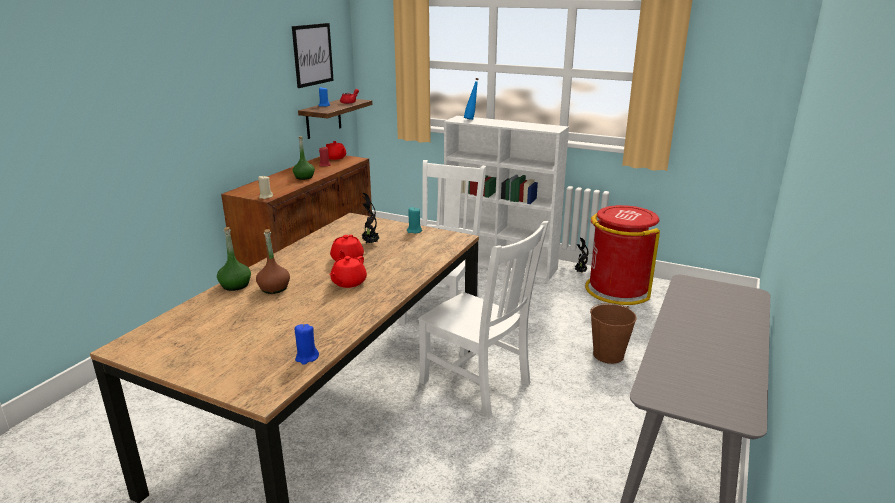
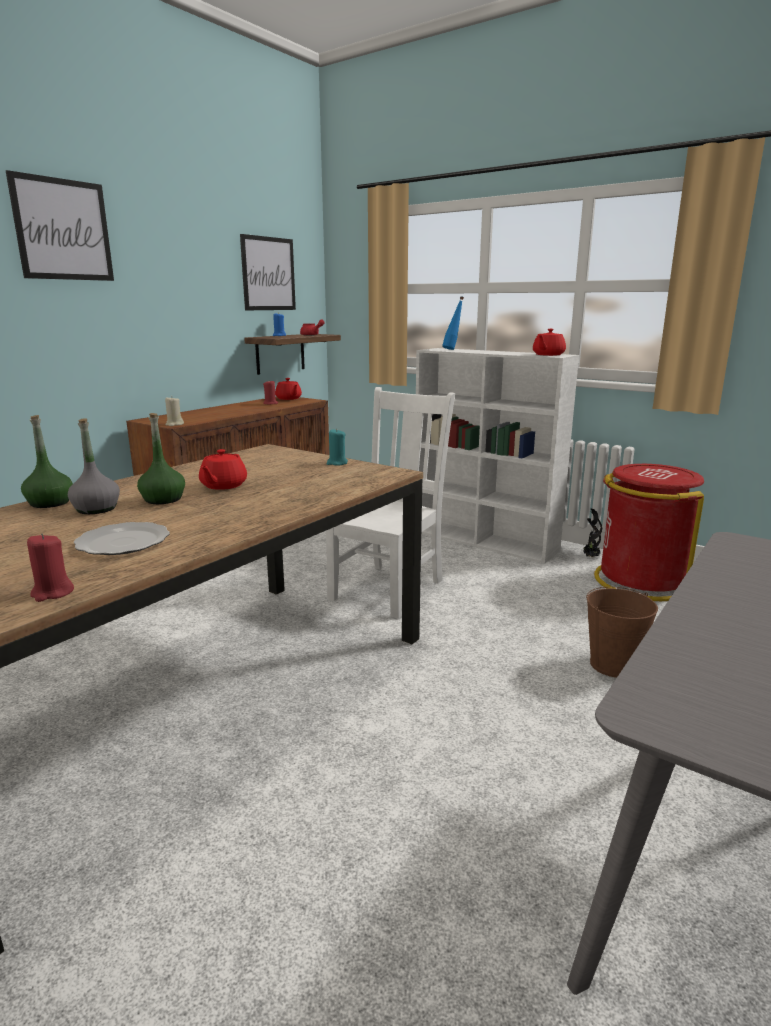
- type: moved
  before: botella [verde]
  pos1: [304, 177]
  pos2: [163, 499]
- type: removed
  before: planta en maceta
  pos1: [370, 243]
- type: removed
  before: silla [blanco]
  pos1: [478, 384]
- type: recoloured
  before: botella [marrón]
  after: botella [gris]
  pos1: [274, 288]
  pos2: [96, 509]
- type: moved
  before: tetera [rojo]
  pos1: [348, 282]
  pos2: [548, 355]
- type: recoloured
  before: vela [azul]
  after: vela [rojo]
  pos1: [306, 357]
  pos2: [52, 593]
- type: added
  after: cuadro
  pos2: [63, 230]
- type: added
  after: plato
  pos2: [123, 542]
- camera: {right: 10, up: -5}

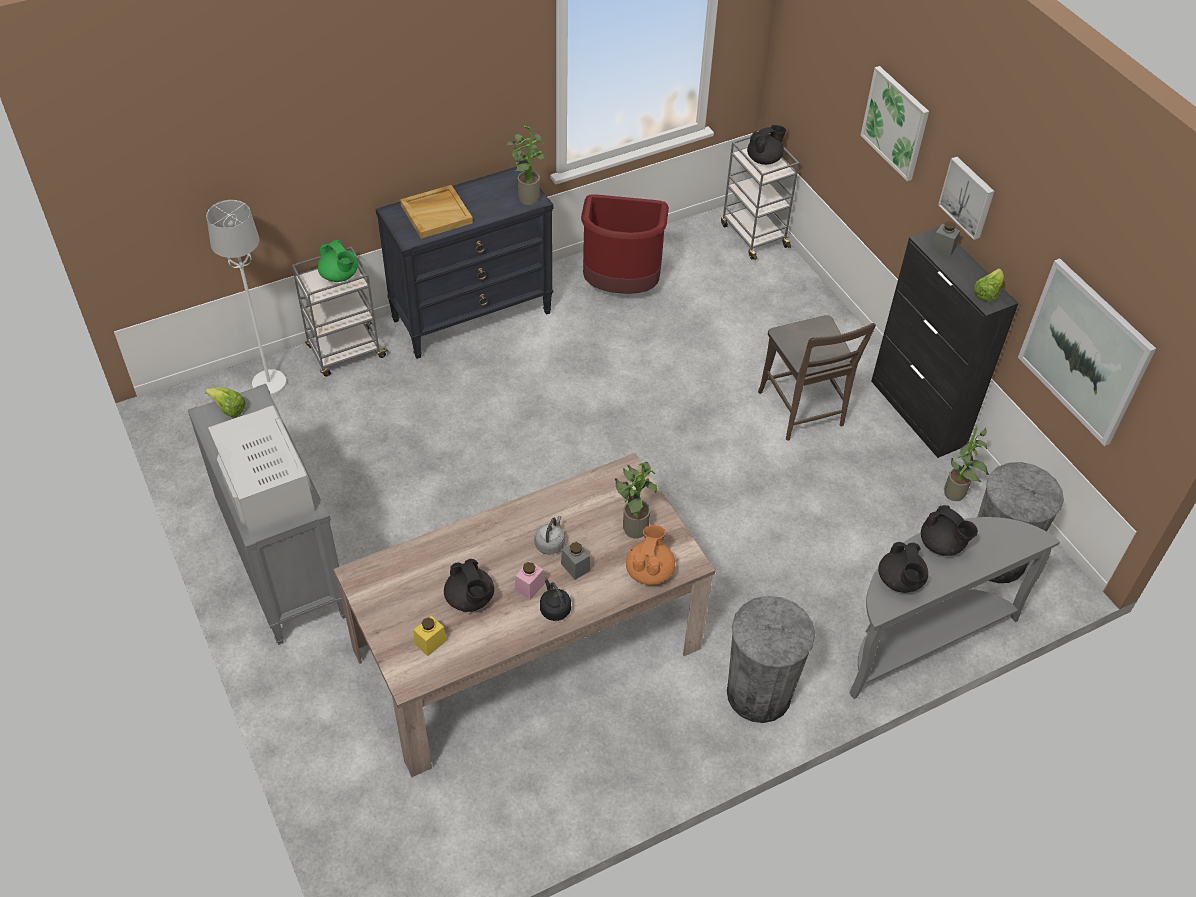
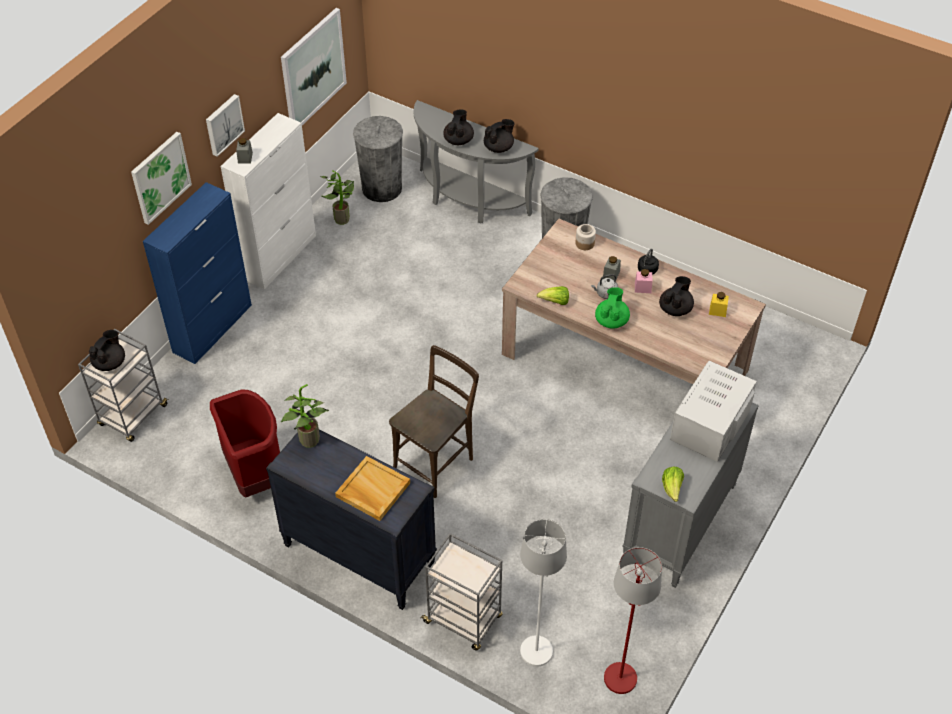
- type: turned
  before: tetera [negro]
  pos1: [764, 159]
  pos2: [110, 363]
  turn: 90
- type: recoloured
  before: armario [negro]
  after: armario [blanco]
  pos1: [918, 413]
  pos2: [280, 256]
- type: moved
  before: tetera [verde]
  pos1: [340, 276]
  pos2: [611, 320]
- type: moved
  before: lechuga
  pos1: [987, 293]
  pos2: [555, 302]
- type: moved
  before: silla [marrón]
  pos1: [802, 412]
  pos2: [436, 461]
- type: removed
  before: planta en maceta
  pos1: [632, 526]
- type: replaced
  before: tetera [naranja]
  after: tarro
  pos1: [649, 571]
  pos2: [584, 243]
- type: added
  after: armario [azul]
  pos2: [213, 328]
- type: added
  after: lámpara de pie [rojo]
  pos2: [620, 678]
- camera: {right: -120, up: 0}

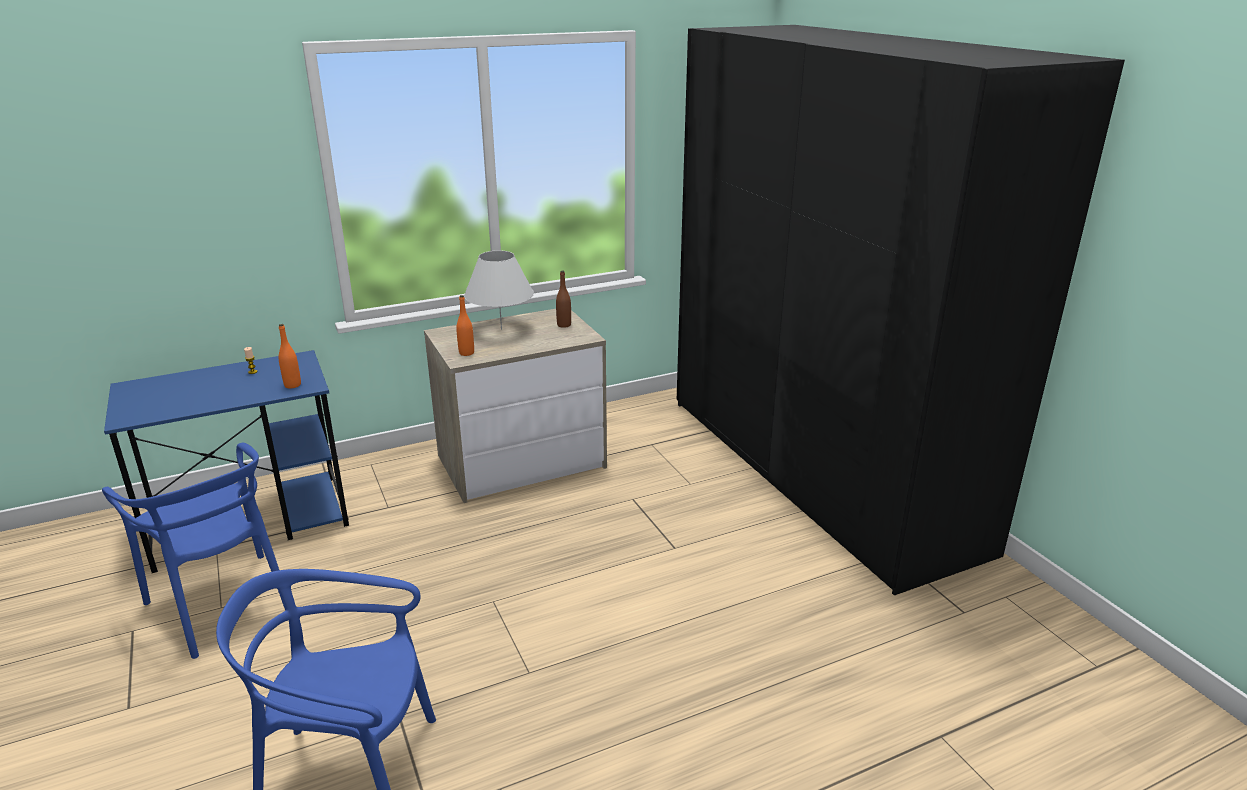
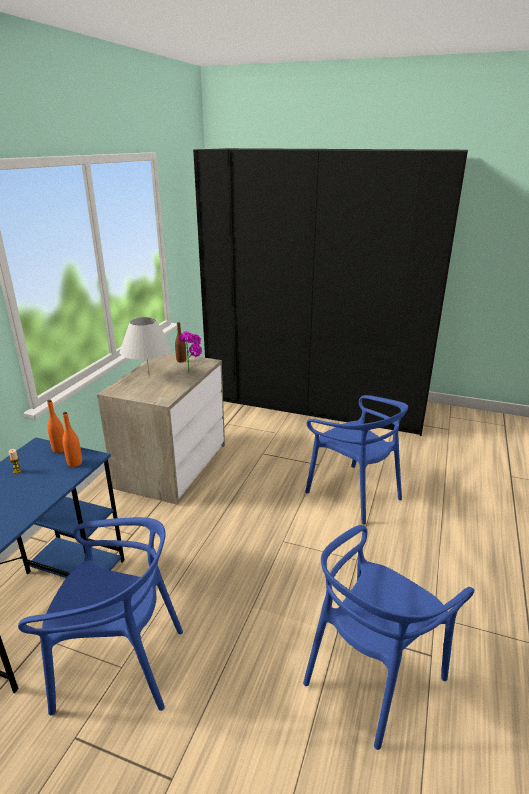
- type: moved
  before: botella [naranja]
  pos1: [466, 353]
  pos2: [59, 449]
- type: added
  after: planta en maceta
  pos2: [194, 371]
- type: added
  after: silla [azul]
  pos2: [354, 493]
- camera: {right: -45, up: 0}

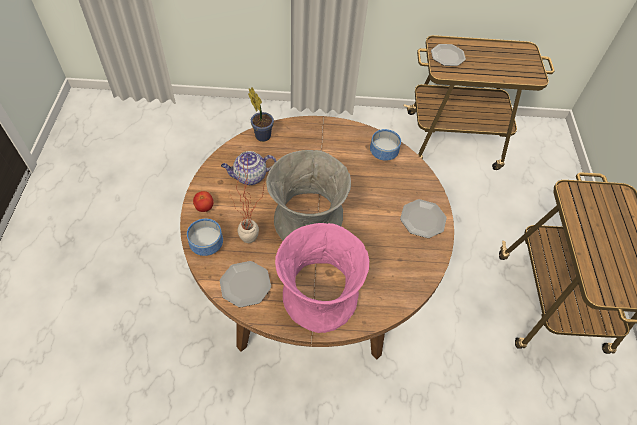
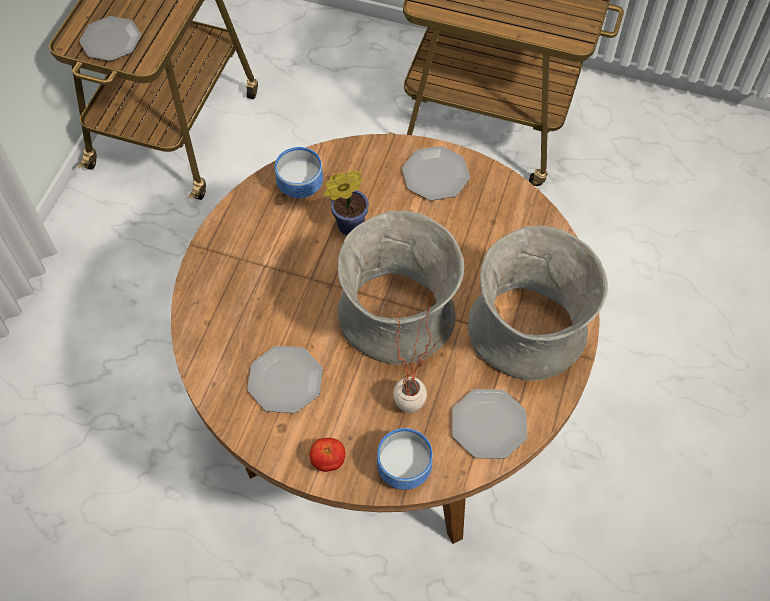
- type: moved
  before: planta en maceta
  pos1: [262, 135]
  pos2: [347, 227]
- type: replaced
  before: tetera
  after: plato
  pos1: [249, 177]
  pos2: [286, 381]
- type: recoloured
  before: florero [rosa]
  after: florero [gris]
  pos1: [319, 296]
  pos2: [528, 334]
- camera: {right: -70, up: 5}

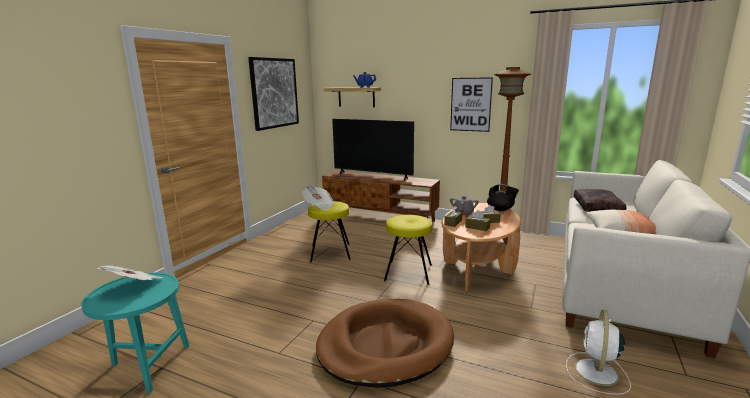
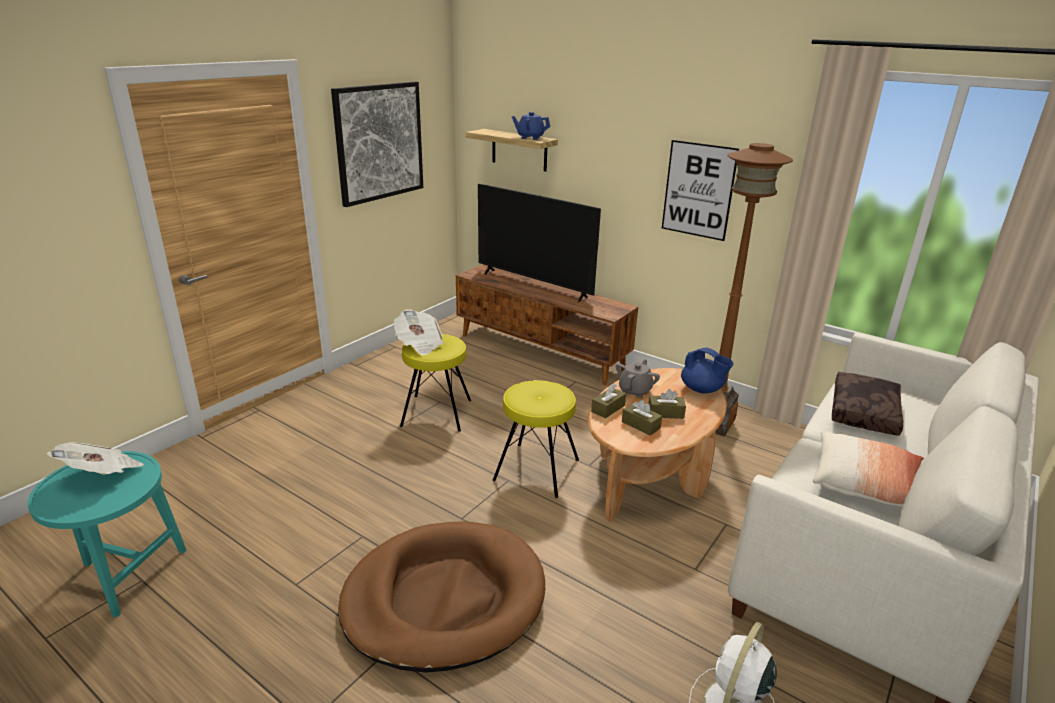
- type: recoloured
  before: tetera [negro]
  after: tetera [azul]
  pos1: [500, 210]
  pos2: [702, 389]
- camera: {right: 10, up: 10}

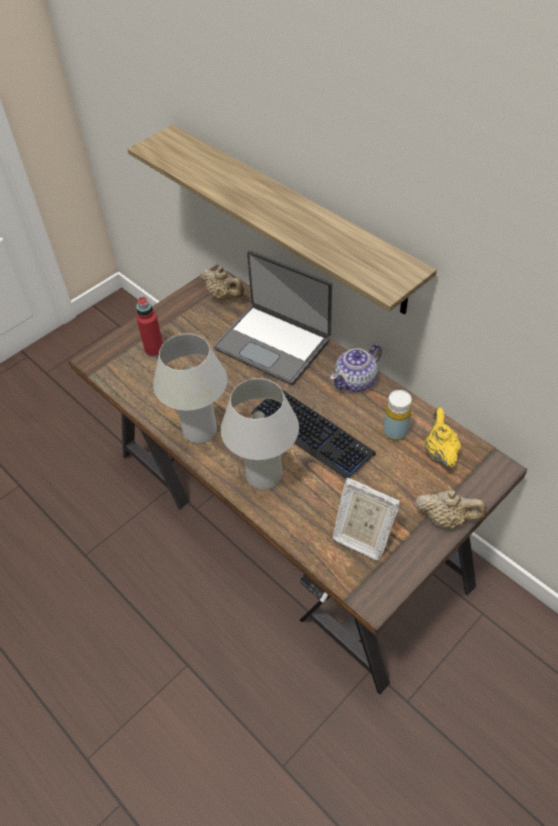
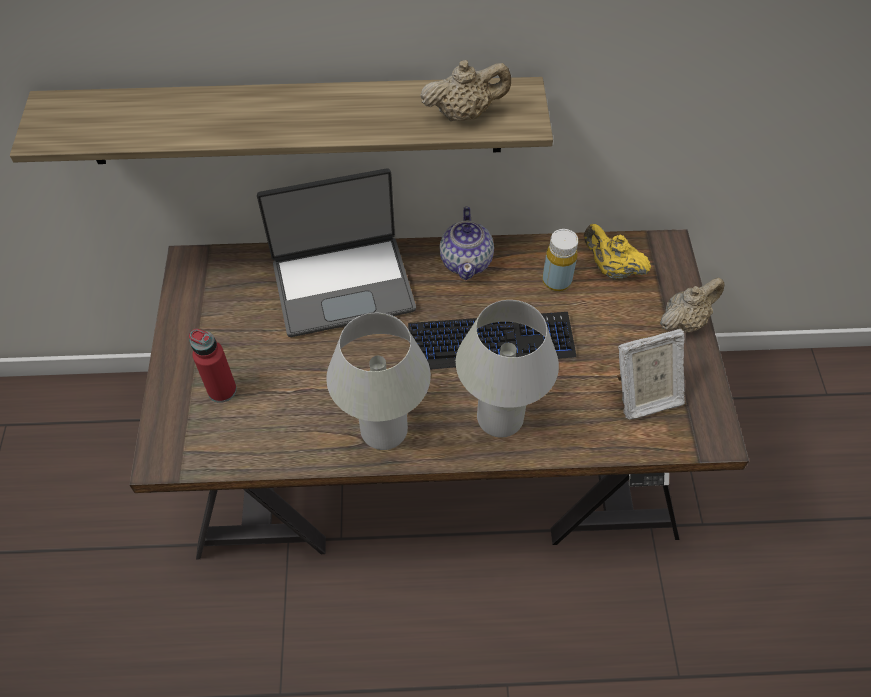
- type: moved
  before: tetera [beis]
  pos1: [224, 296]
  pos2: [464, 114]
- camera: {right: -50, up: 5}

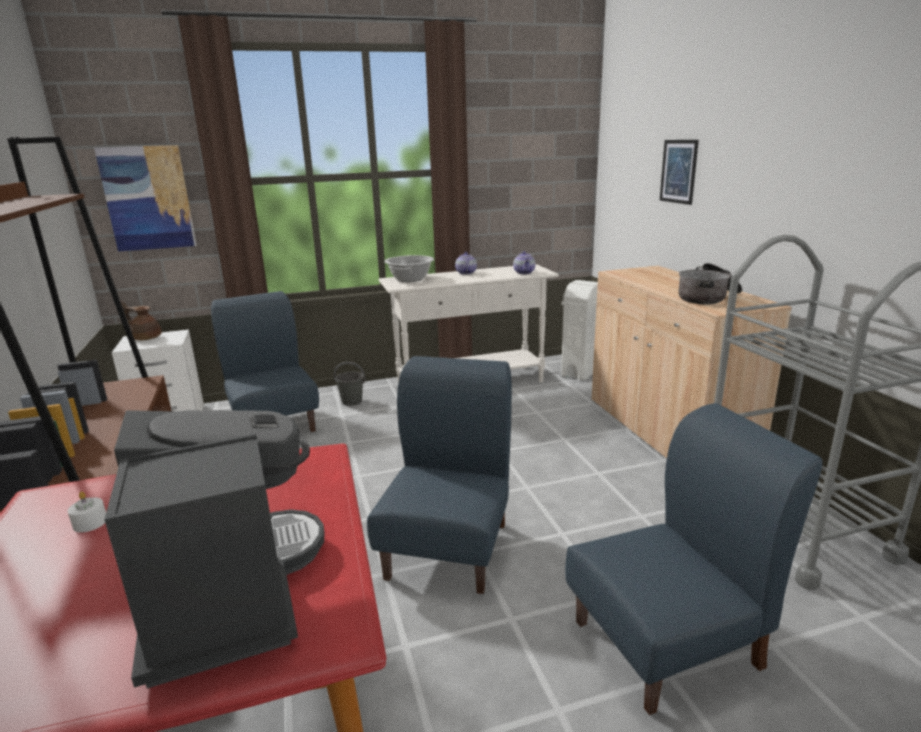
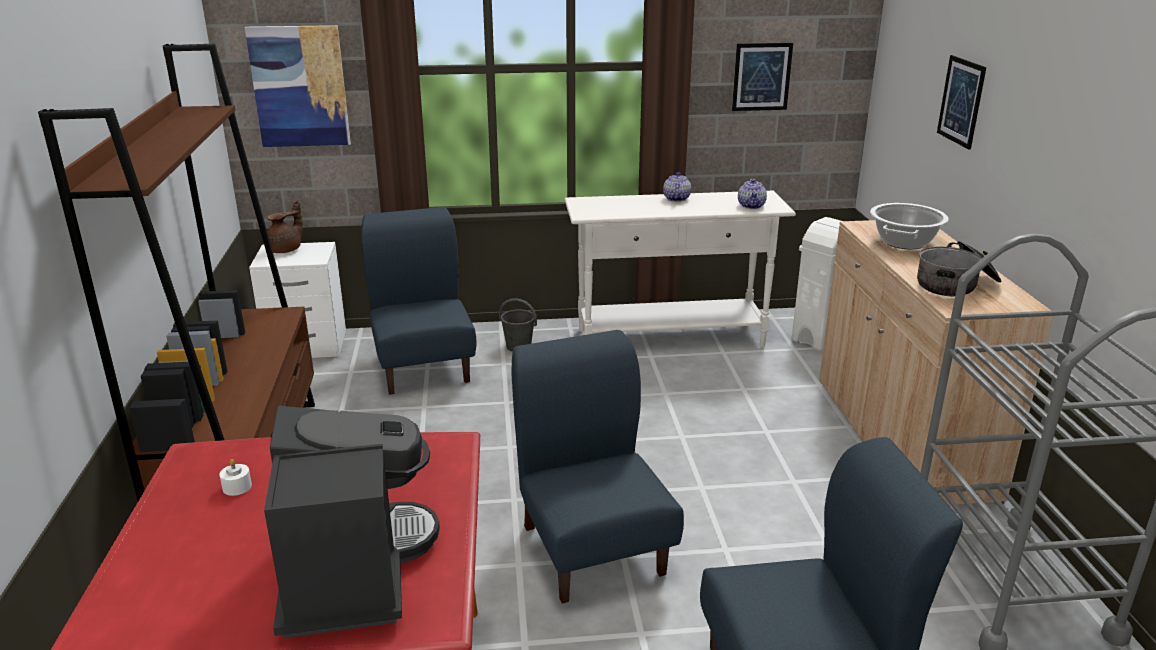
- type: moved
  before: olla
  pos1: [410, 279]
  pos2: [904, 242]
- type: turned
  before: tetera [marrón]
  pos1: [145, 338]
  pos2: [286, 250]
  turn: 105
- type: turned
  before: silla [azul]
  pos1: [449, 549]
  pos2: [593, 548]
  turn: -45
- type: added
  after: cuadro
  pos2: [761, 77]
- camera: {right: 10, up: 5}

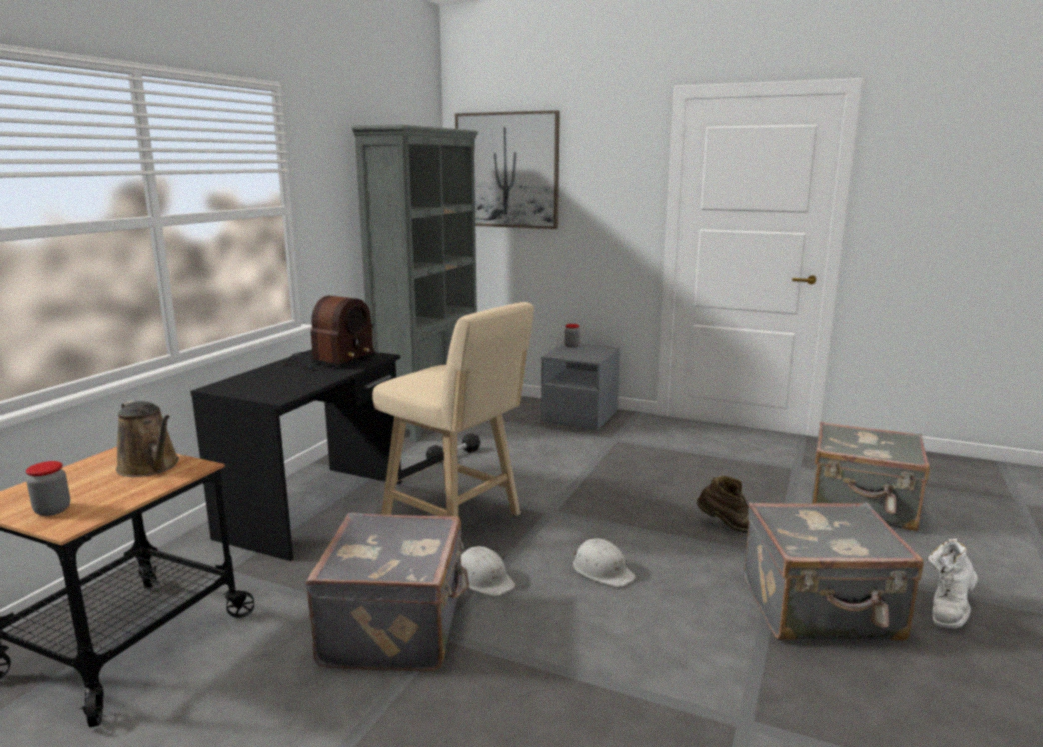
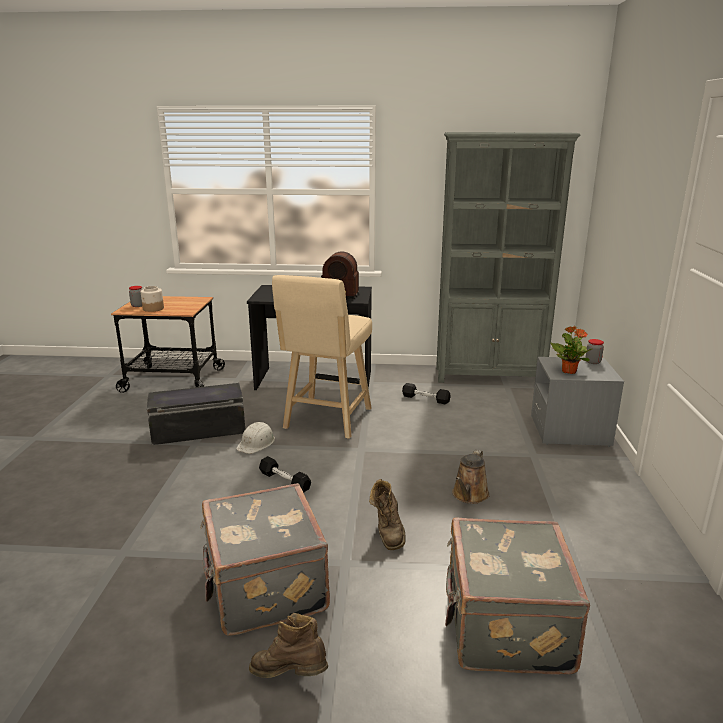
- type: removed
  before: cuadro
  pos1: [507, 170]
- type: moved
  before: regadera [marrón]
  pos1: [150, 467]
  pos2: [469, 495]
- type: replaced
  before: maleta [gris]
  after: caja de almacenaje [negro]
  pos1: [397, 628]
  pos2: [199, 430]
- type: replaced
  before: casco [blanco]
  after: mancuerna [negro]
  pos1: [602, 570]
  pos2: [284, 481]
- type: recoloured
  before: bota [blanco]
  after: bota [marrón]
  pos1: [949, 611]
  pos2: [290, 676]
- type: added
  after: tarro
  pos2: [153, 309]
- type: added
  after: planta en maceta
  pos2: [569, 371]
- camera: {right: 70, up: 5}

